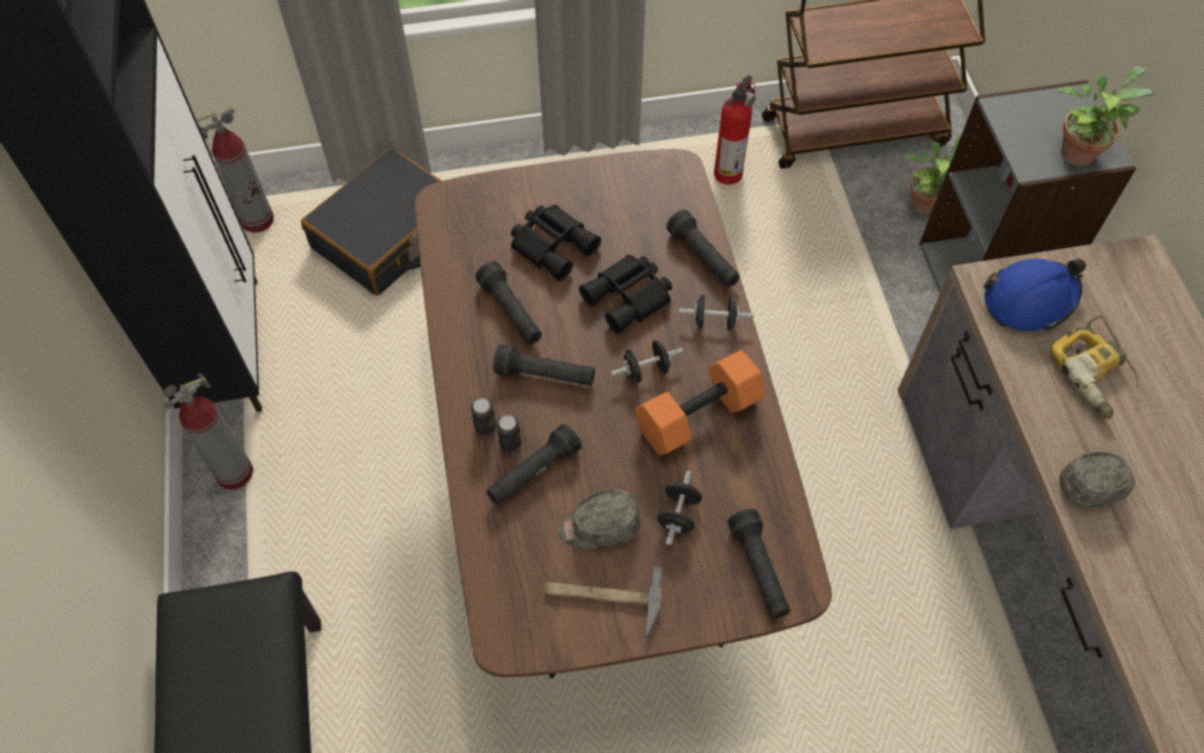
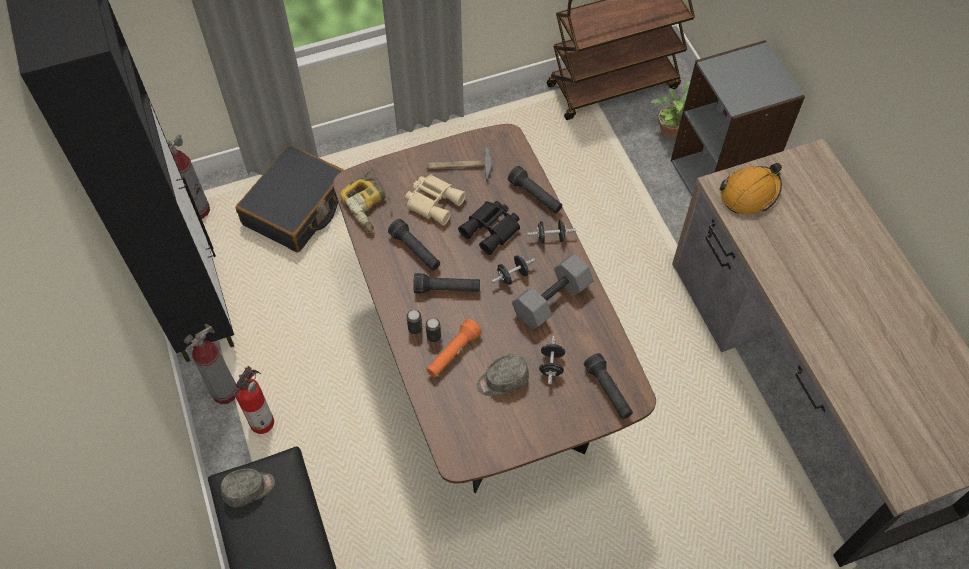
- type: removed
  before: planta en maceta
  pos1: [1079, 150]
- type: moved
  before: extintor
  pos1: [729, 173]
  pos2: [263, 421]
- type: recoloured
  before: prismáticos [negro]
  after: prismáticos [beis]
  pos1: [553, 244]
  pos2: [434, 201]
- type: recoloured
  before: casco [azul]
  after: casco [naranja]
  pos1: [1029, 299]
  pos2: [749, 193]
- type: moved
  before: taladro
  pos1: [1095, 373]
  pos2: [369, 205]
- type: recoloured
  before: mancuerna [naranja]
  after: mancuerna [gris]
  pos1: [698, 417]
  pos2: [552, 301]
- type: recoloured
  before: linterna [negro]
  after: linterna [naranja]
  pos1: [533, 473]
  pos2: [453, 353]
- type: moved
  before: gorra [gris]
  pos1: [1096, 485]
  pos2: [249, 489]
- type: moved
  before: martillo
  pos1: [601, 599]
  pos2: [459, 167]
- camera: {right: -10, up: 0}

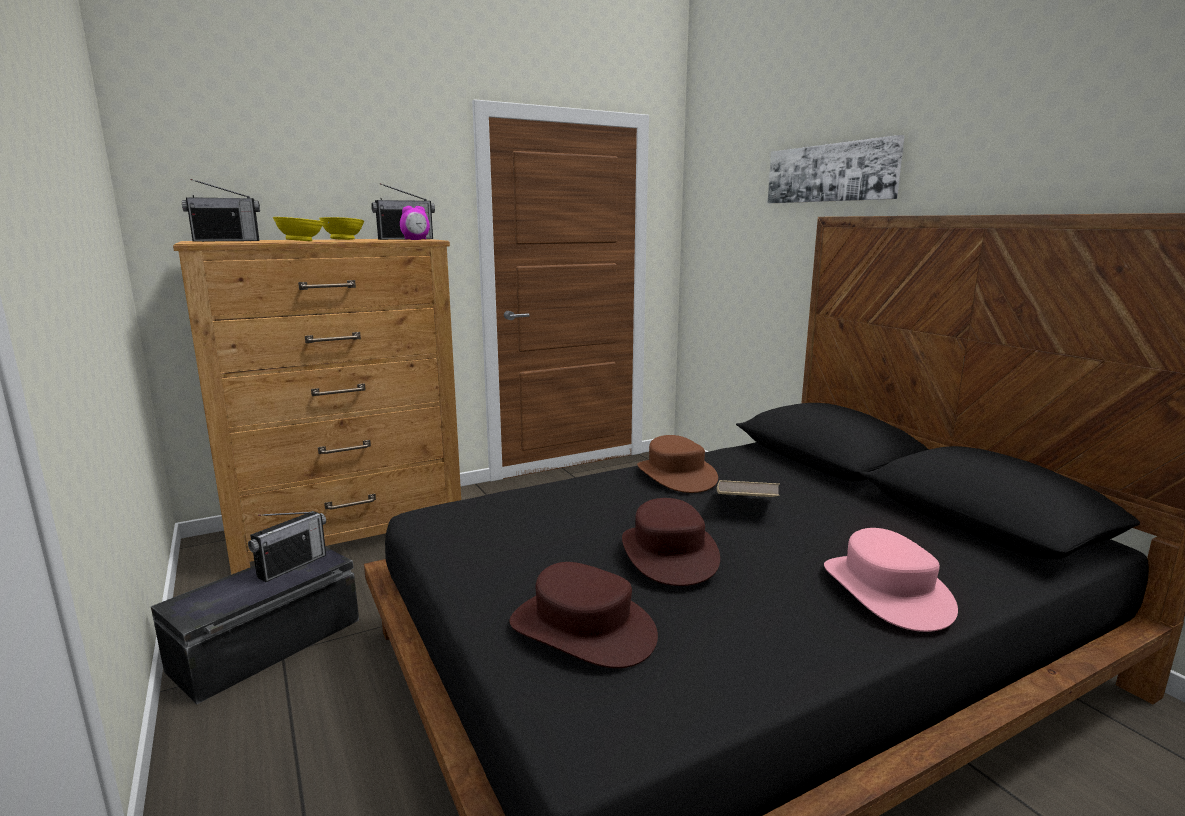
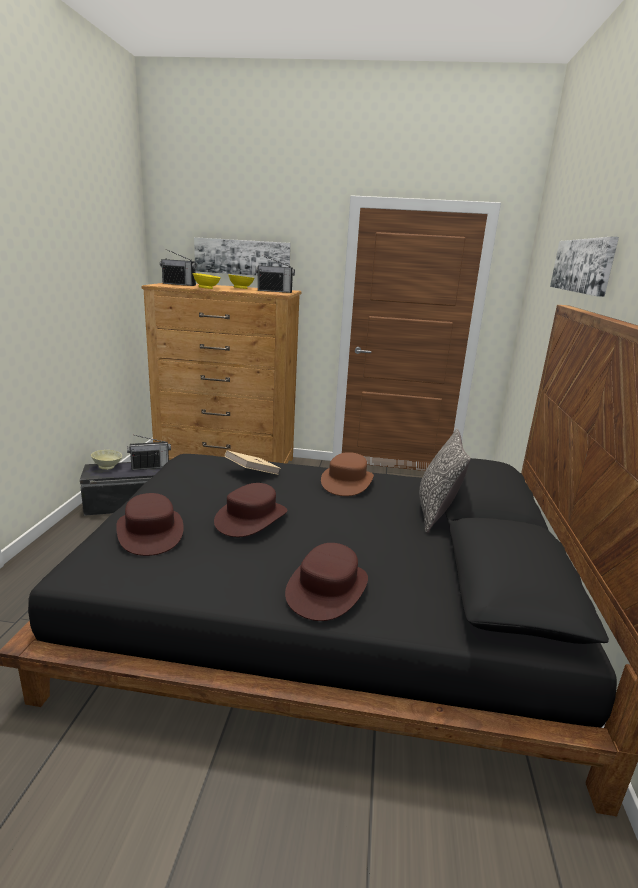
- type: removed
  before: despertador
  pos1: [415, 240]
- type: moved
  before: libro [beis]
  pos1: [745, 507]
  pos2: [252, 473]
- type: recoloured
  before: sombrero [rosa]
  after: sombrero [marrón]
  pos1: [886, 591]
  pos2: [327, 589]
- type: added
  after: cuadro
  pos2: [242, 257]
- type: added
  after: cojín
  pos2: [436, 513]
- type: added
  after: cuenco [beis]
  pos2: [108, 467]
- camera: {right: 35, up: 5}

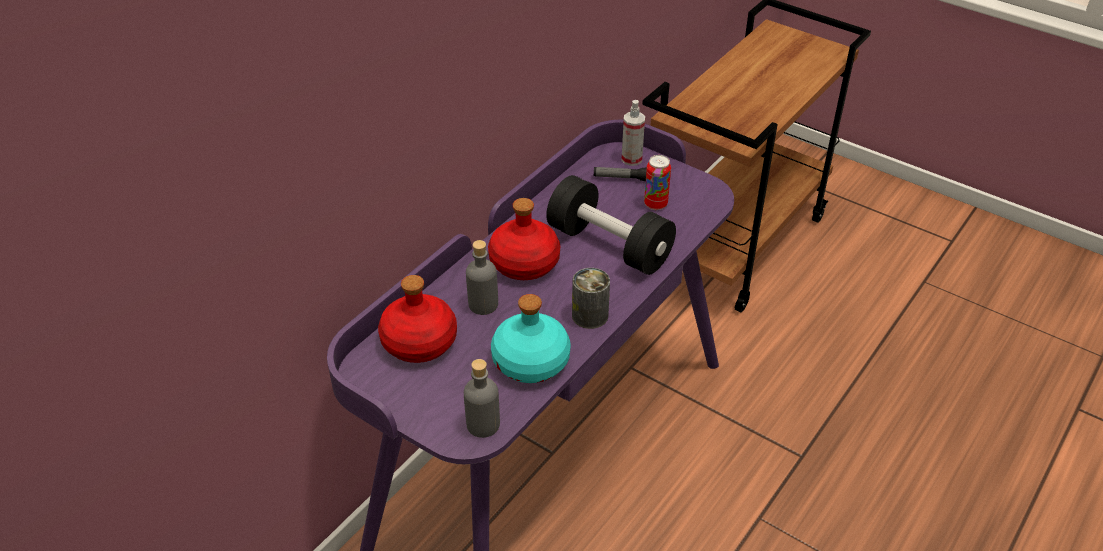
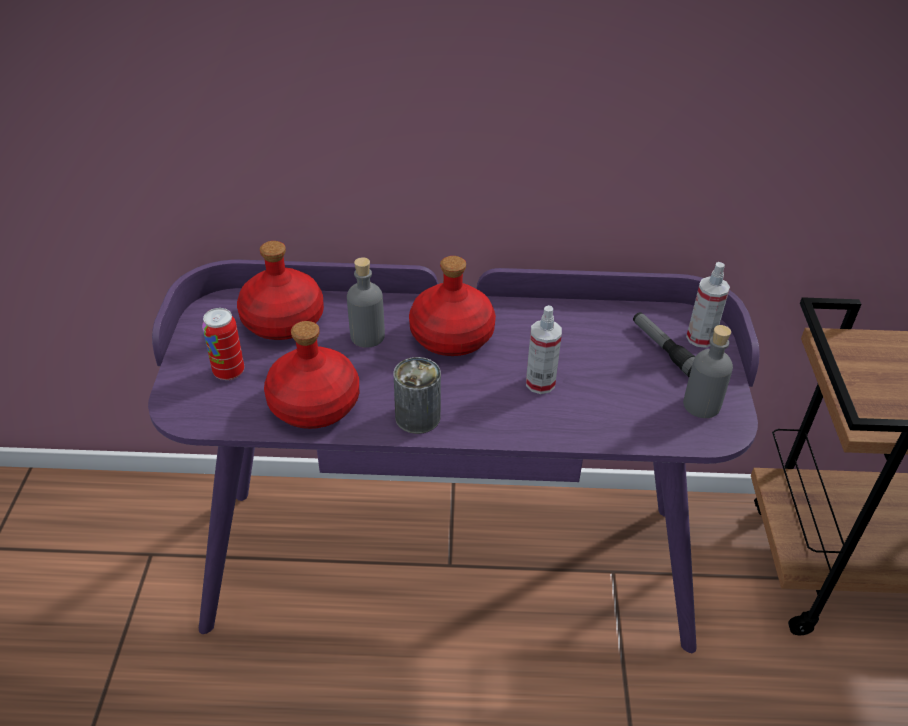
- type: moved
  before: lata
  pos1: [655, 204]
  pos2: [229, 372]
- type: replaced
  before: mancuerna [negro]
  after: pulverizador
  pos1: [609, 245]
  pos2: [540, 383]
- type: recoloured
  before: botella [turquesa]
  after: botella [rojo]
  pos1: [530, 362]
  pos2: [313, 404]
- type: moved
  before: botella [gris]
  pos1: [483, 424]
  pos2: [701, 405]
- camera: {right: 55, up: 0}

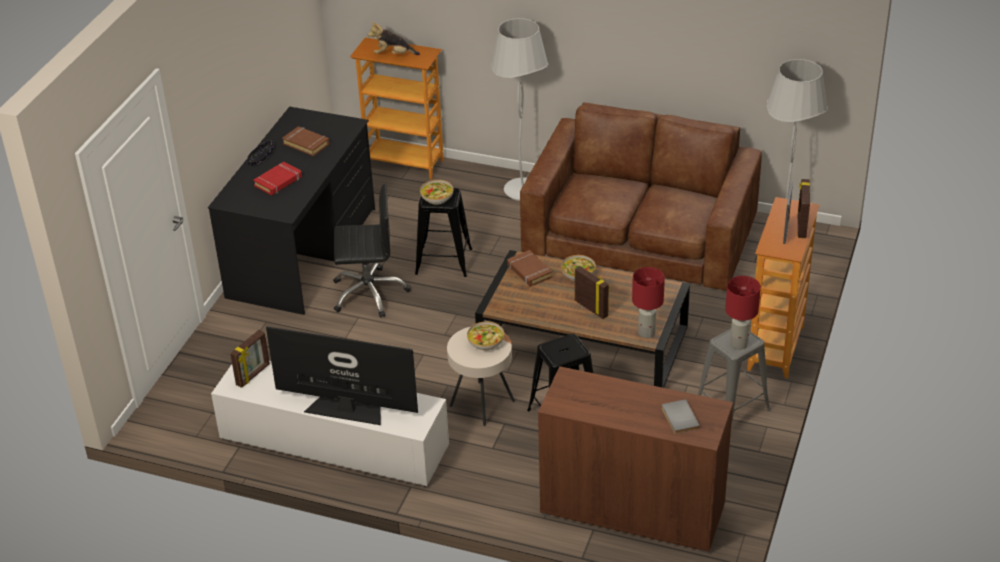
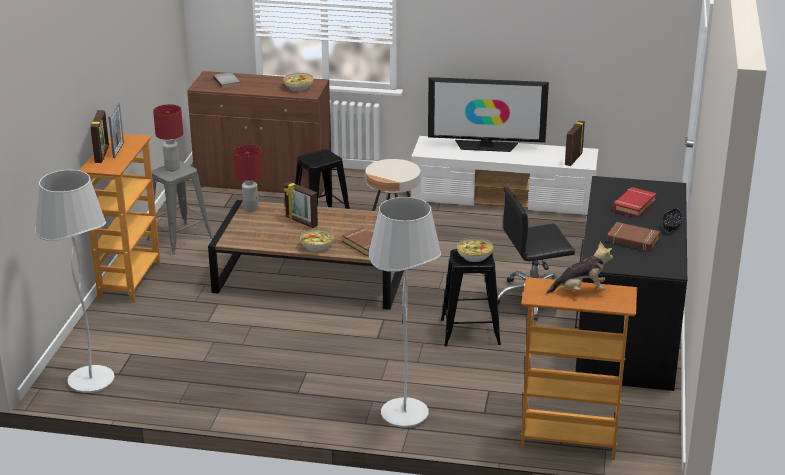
- type: removed
  before: sofá [marrón]
  pos1: [641, 235]
- type: moved
  before: cuenco
  pos1: [485, 342]
  pos2: [299, 87]
- camera: {right: 170, up: -10}

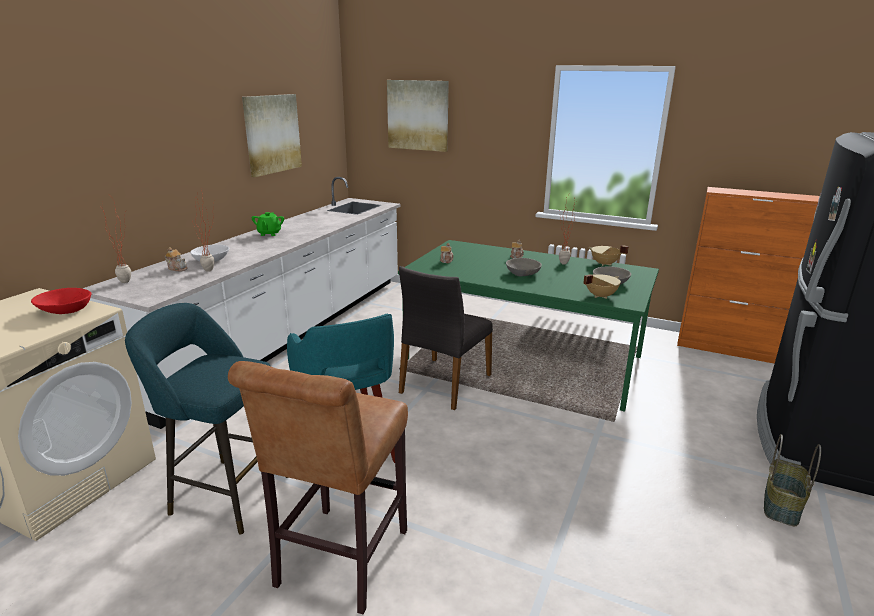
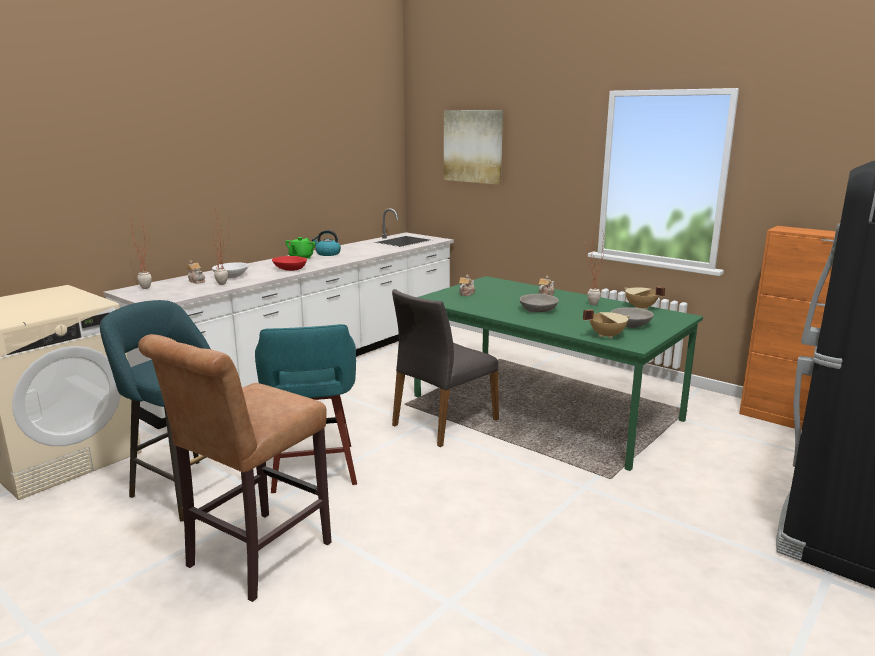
- type: removed
  before: cuadro
  pos1: [272, 134]
- type: moved
  before: cuenco [rojo]
  pos1: [65, 310]
  pos2: [290, 269]
- type: removed
  before: cesta
  pos1: [782, 506]
- type: added
  after: hervidor
  pos2: [327, 254]
- camera: {right: 15, up: -5}

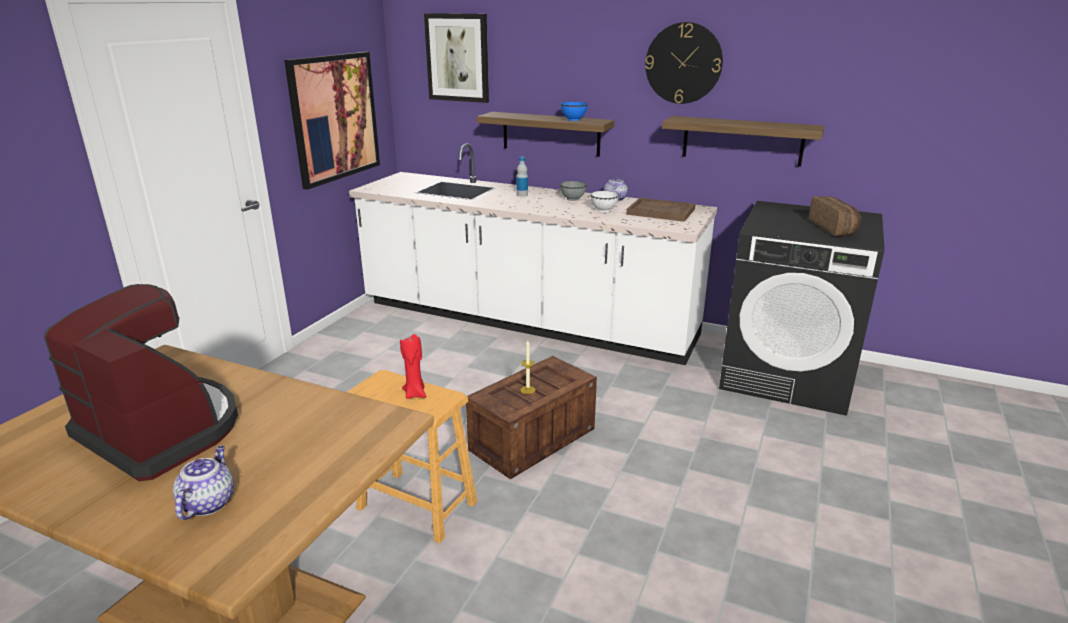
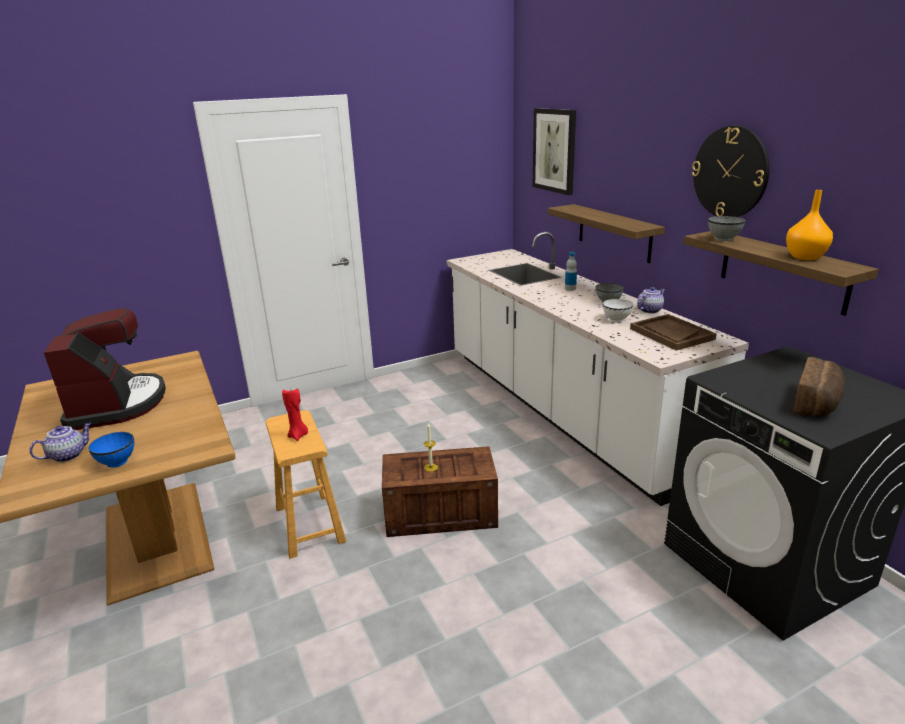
- type: removed
  before: cuadro
  pos1: [334, 117]
- type: moved
  before: cuenco [azul]
  pos1: [573, 119]
  pos2: [117, 462]
- type: added
  after: florero [naranja]
  pos2: [805, 257]
- type: added
  after: cuenco [gris]
  pos2: [723, 239]
- camera: {right: 40, up: 0}

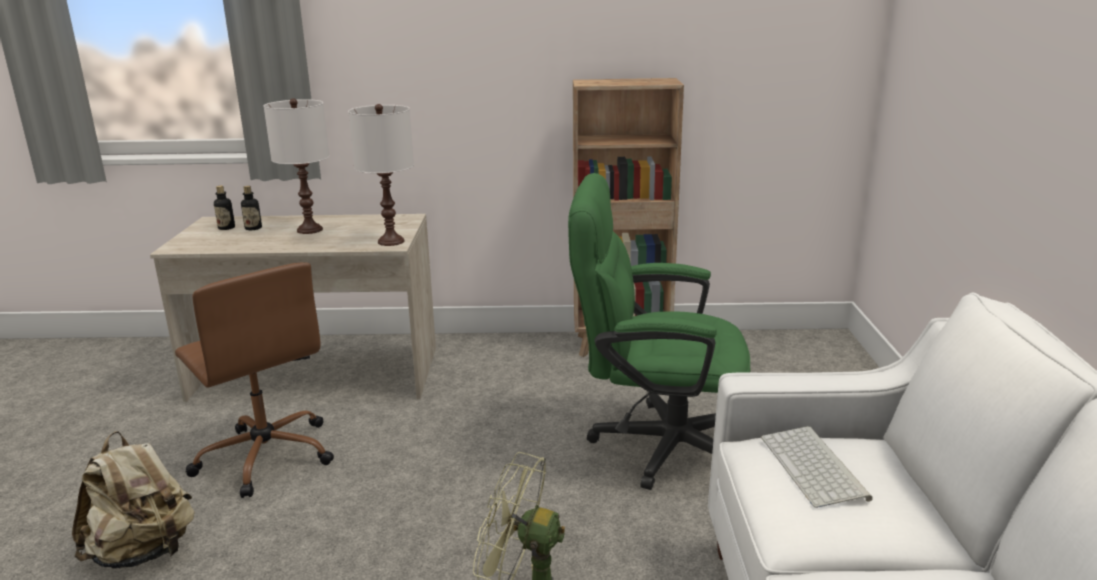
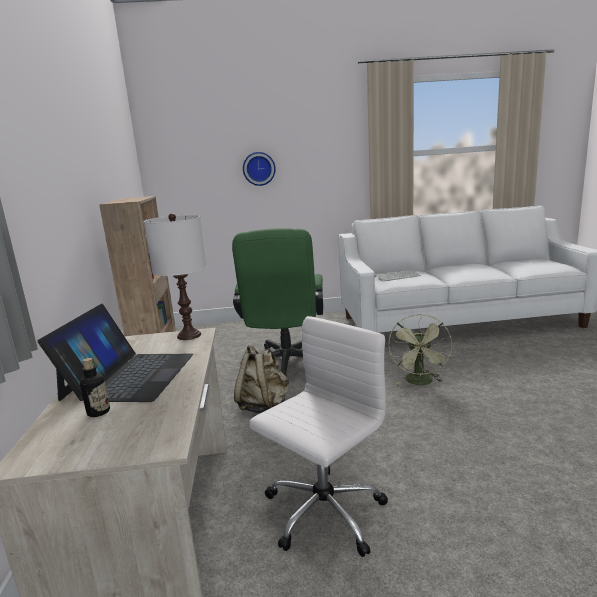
- type: replaced
  before: lámpara de mesa [blanco]
  after: portátil
  pos1: [310, 230]
  pos2: [129, 376]
- type: removed
  before: botella
  pos1: [226, 228]
- type: recoloured
  before: silla de oficina [marrón]
  after: silla de oficina [blanco]
  pos1: [266, 456]
  pos2: [322, 513]
- type: moved
  before: mochila [beis]
  pos1: [143, 552]
  pos2: [264, 406]
- type: added
  after: reloj de pared
  pos2: [259, 168]
- camera: {right: -95, up: -5}

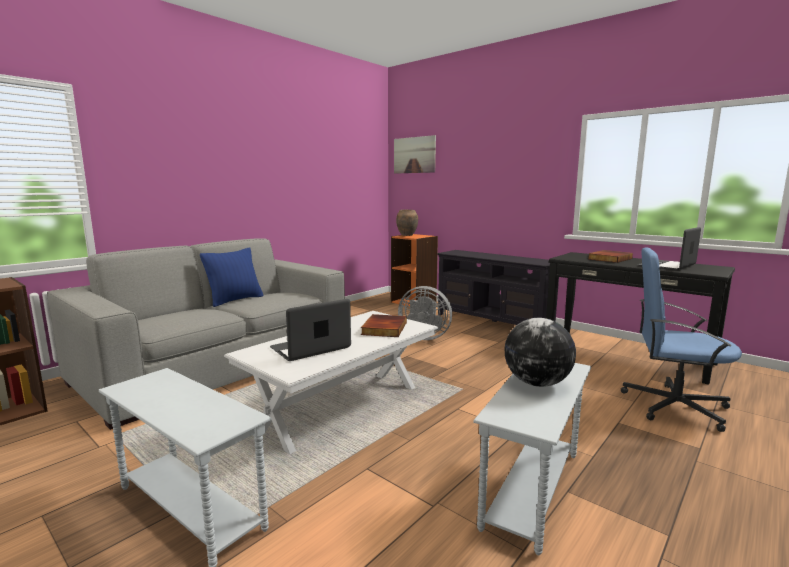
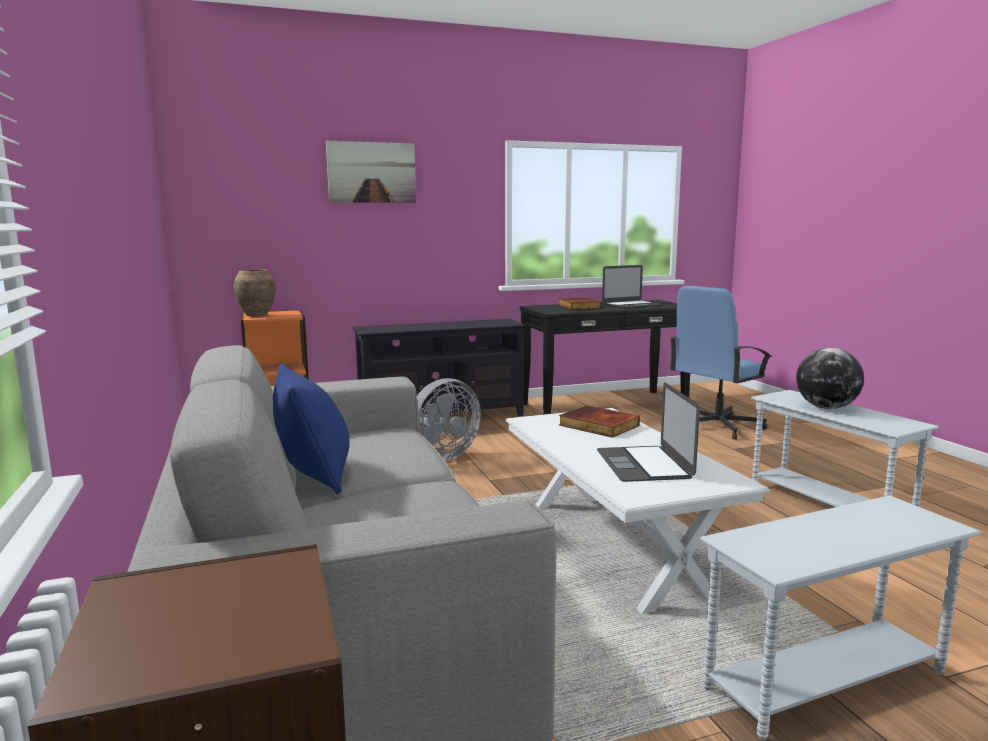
- type: moved
  before: cuadro
  pos1: [414, 155]
  pos2: [371, 172]
- type: turned
  before: portátil
  pos1: [667, 265]
  pos2: [632, 305]
  turn: -105
- camera: {right: -60, up: 0}

